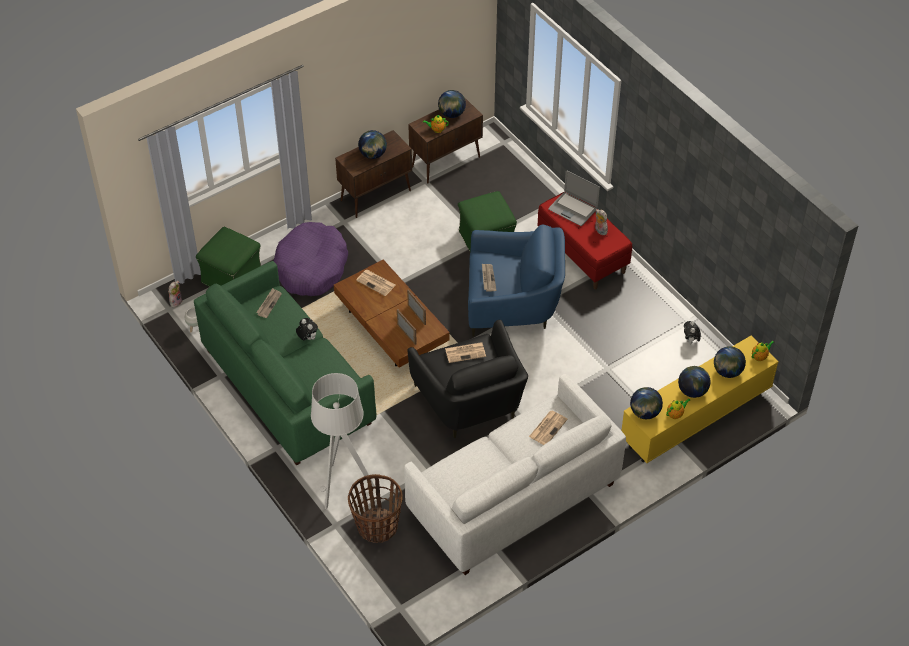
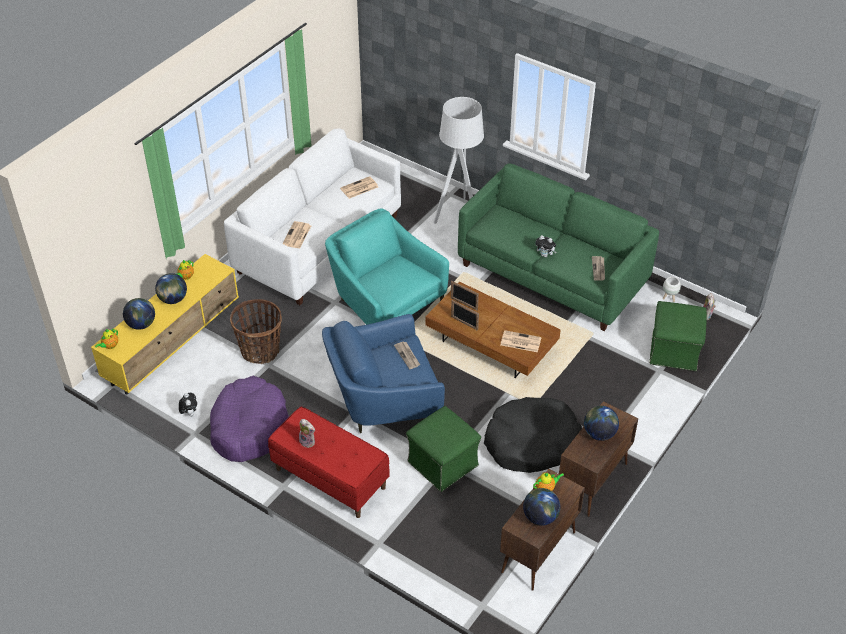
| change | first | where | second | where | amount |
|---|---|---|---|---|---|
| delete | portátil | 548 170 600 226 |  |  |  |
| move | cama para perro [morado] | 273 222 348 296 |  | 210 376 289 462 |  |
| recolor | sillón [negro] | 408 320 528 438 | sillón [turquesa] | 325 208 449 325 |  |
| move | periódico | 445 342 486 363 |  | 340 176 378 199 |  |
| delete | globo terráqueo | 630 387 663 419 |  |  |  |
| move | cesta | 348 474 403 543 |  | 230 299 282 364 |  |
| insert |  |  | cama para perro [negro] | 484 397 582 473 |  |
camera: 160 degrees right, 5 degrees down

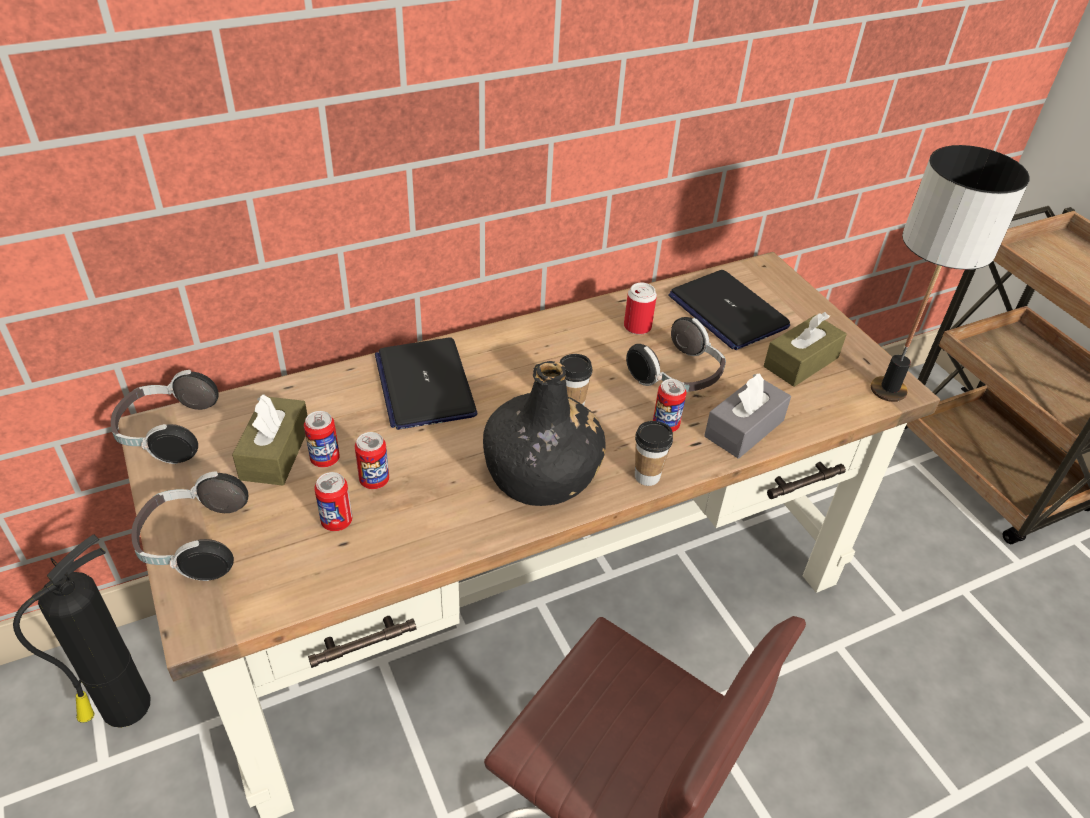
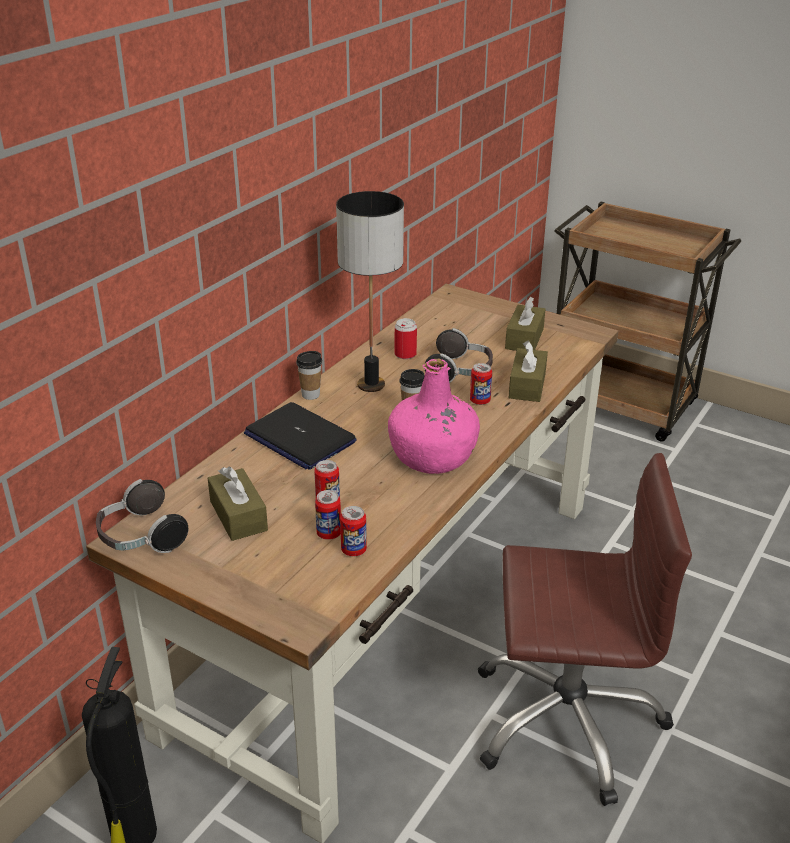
| change | first | where | second | where | amount |
|---|---|---|---|---|---|
| move | lámpara de mesa | 871 145 1030 402 |  | 336 191 404 392 |  |
| delete | portátil | 669 270 790 350 |  |  |  |
| recolor | botella [negro] | 483 361 606 506 | botella [rosa] | 388 359 480 474 |  |
| recolor | caja de pañuelos [gris] | 704 374 791 459 | caja de pañuelos [marrón] | 509 340 548 402 |  |
| move | lata | 304 411 340 468 |  | 340 506 367 556 |  |
| move | taza | 635 421 673 486 |  | 296 351 322 400 |  |
| delete | auriculares | 131 471 248 581 |  |  |  |
camera: 30 degrees left, 10 degrees down

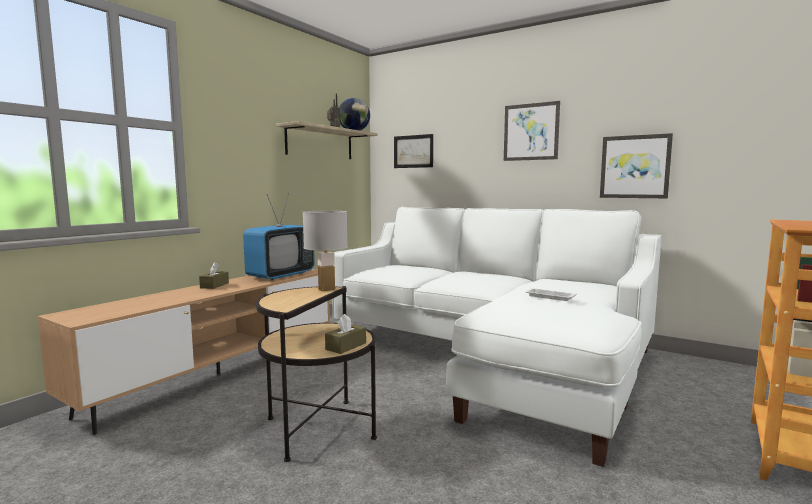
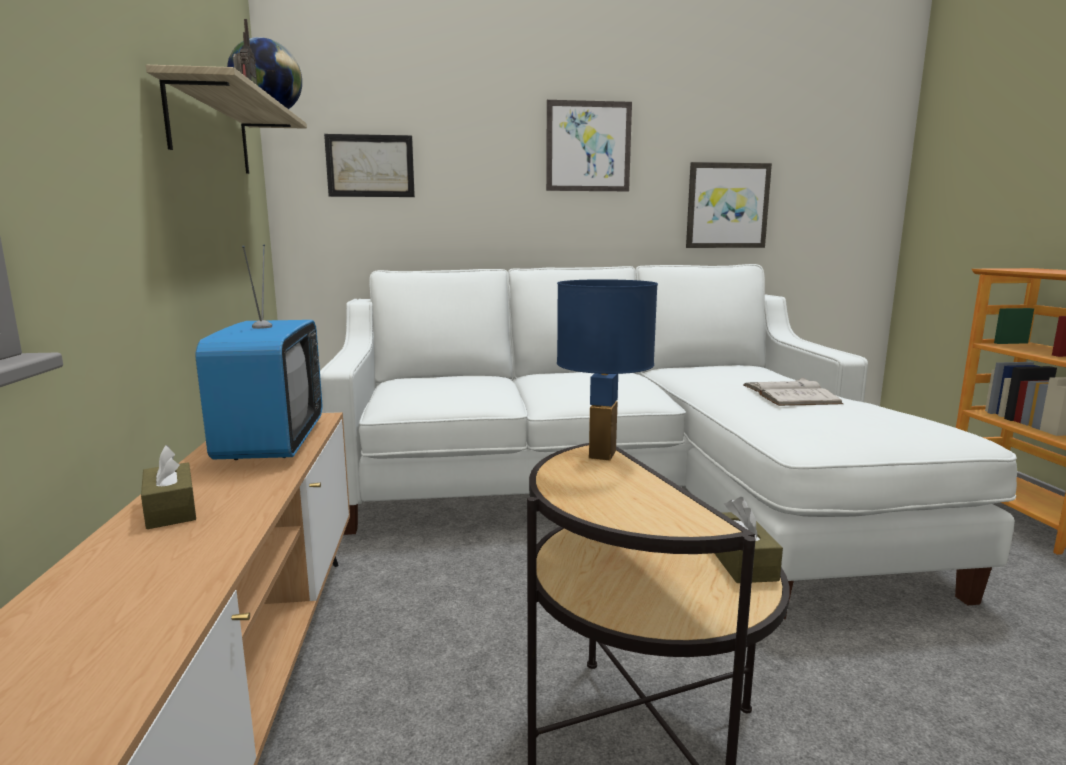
| change | first | where | second | where | amount |
|---|---|---|---|---|---|
| recolor | lámpara de mesa [blanco] | 303 210 348 292 | lámpara de mesa [azul] | 557 279 658 461 |  |
| replace | bandeja [blanco] | 525 288 577 301 | libro [blanco] | 743 377 844 406 |  |
camera: 40 degrees left, 5 degrees up

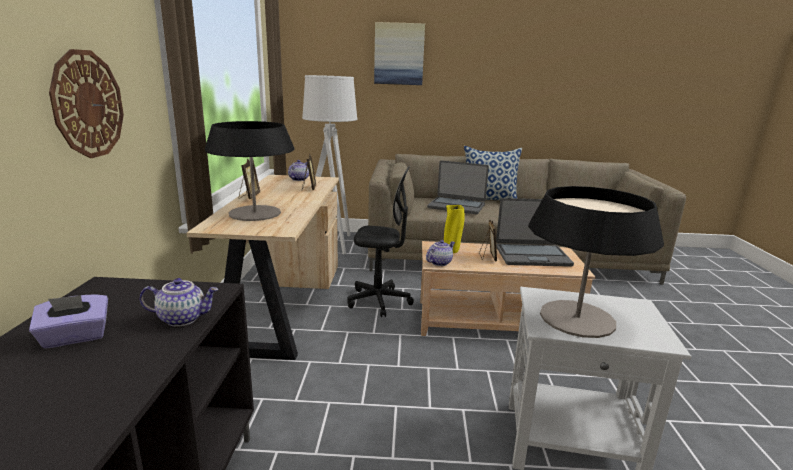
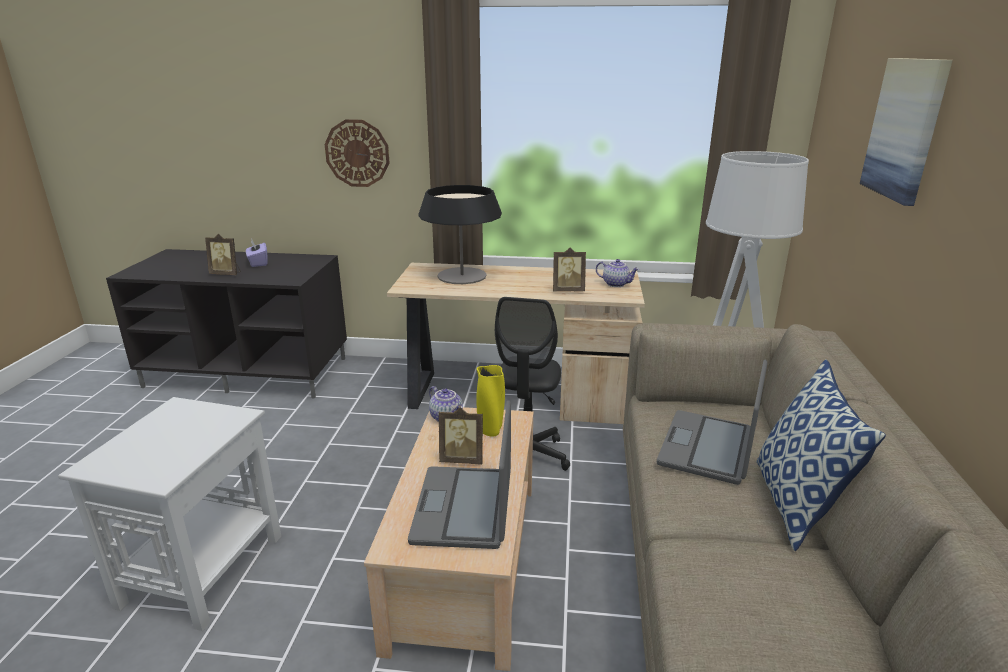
| change | first | where | second | where | amount |
|---|---|---|---|---|---|
| move | portarretratos | 239 159 260 199 |  | 205 234 241 275 |  |
| delete | lámpara de mesa | 528 186 664 338 |  |  |  |
| delete | tetera | 140 278 219 327 |  |  |  |
camera: 95 degrees right, 5 degrees up

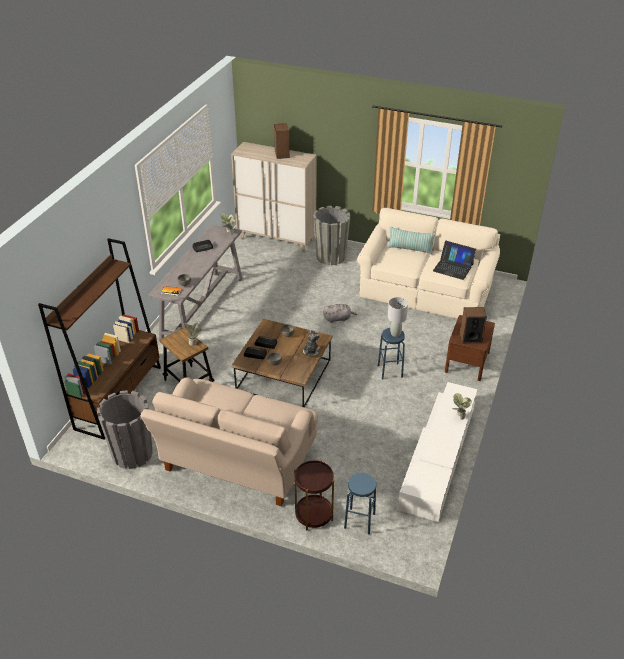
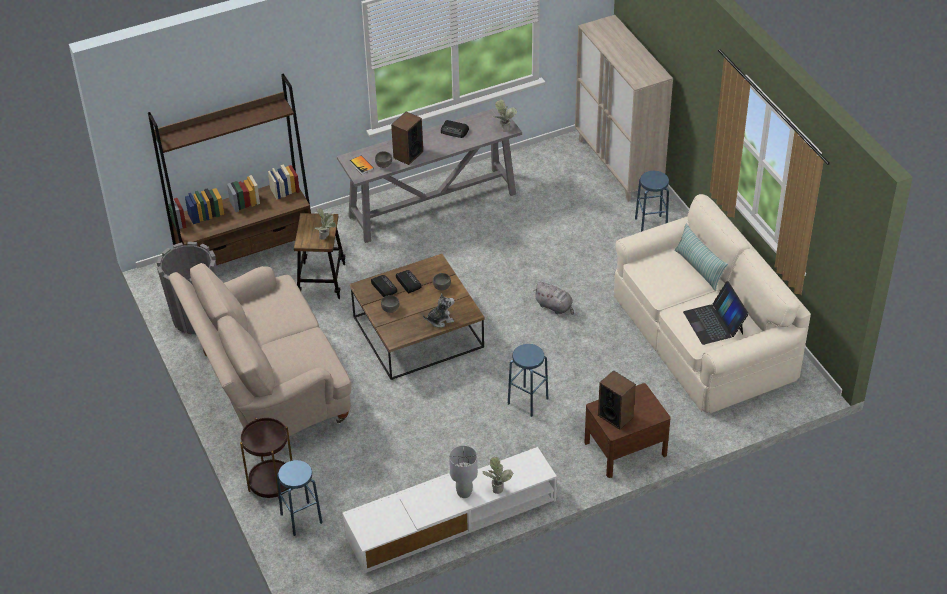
| change | first | where | second | where | amount |
|---|---|---|---|---|---|
| move | altavoz | 274 123 290 159 |  | 391 112 423 165 |  |
| replace | maceta [gris] | 313 206 351 265 | taburete [azul] | 635 171 669 232 |  |
| move | lámpara de mesa [gris] | 388 297 408 337 |  | 449 446 478 498 |  |
camera: 45 degrees right, 5 degrees up

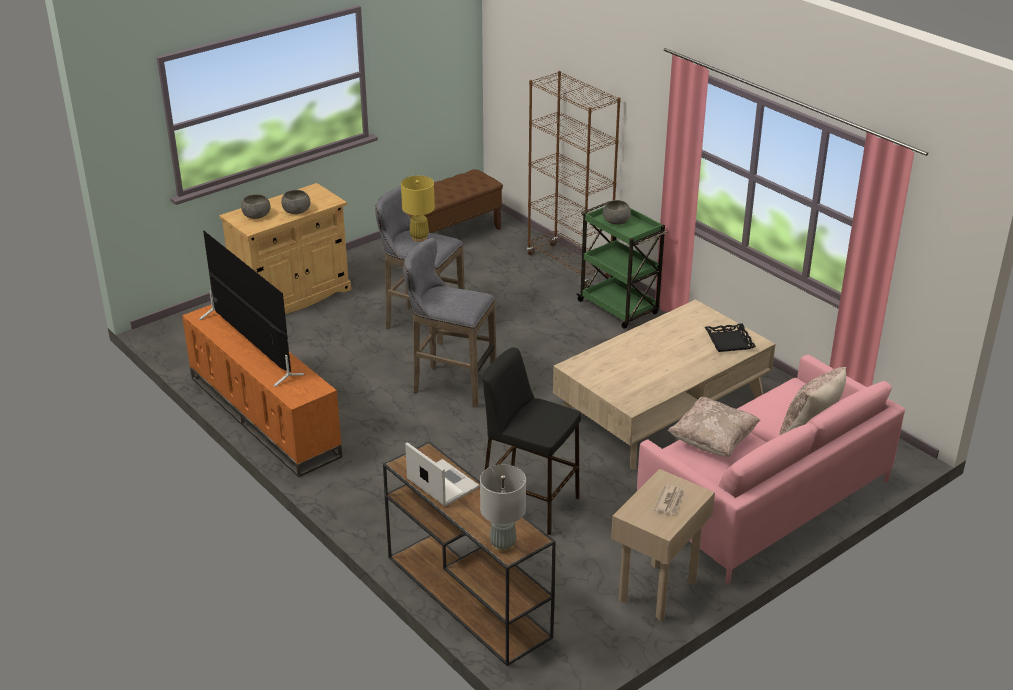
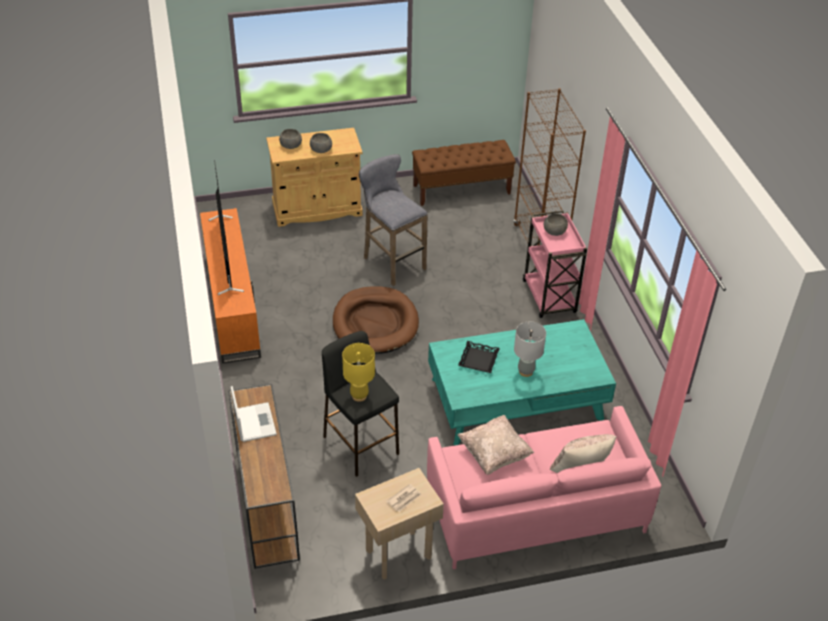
| change | first | where | second | where | amount |
|---|---|---|---|---|---|
| move | lámpara de mesa [amarillo] | 401 176 435 242 |  | 342 343 375 402 |  |
| recolor | carrito [verde] | 576 201 667 329 | carrito [rosa] | 523 210 587 318 |  |
| replace | taburete [gris] | 403 238 496 408 | cama para perro [marrón] | 333 286 419 354 |  |
| recolor | mesa de centro [beis] | 553 299 775 470 | mesa de centro [turquesa] | 428 319 616 445 |  |
| move | bandeja [negro] | 705 323 756 352 |  | 458 341 500 373 |  |
| move | lámpara de mesa [gris] | 480 465 526 553 |  | 514 322 546 377 |  |
camera: 25 degrees right, 10 degrees up

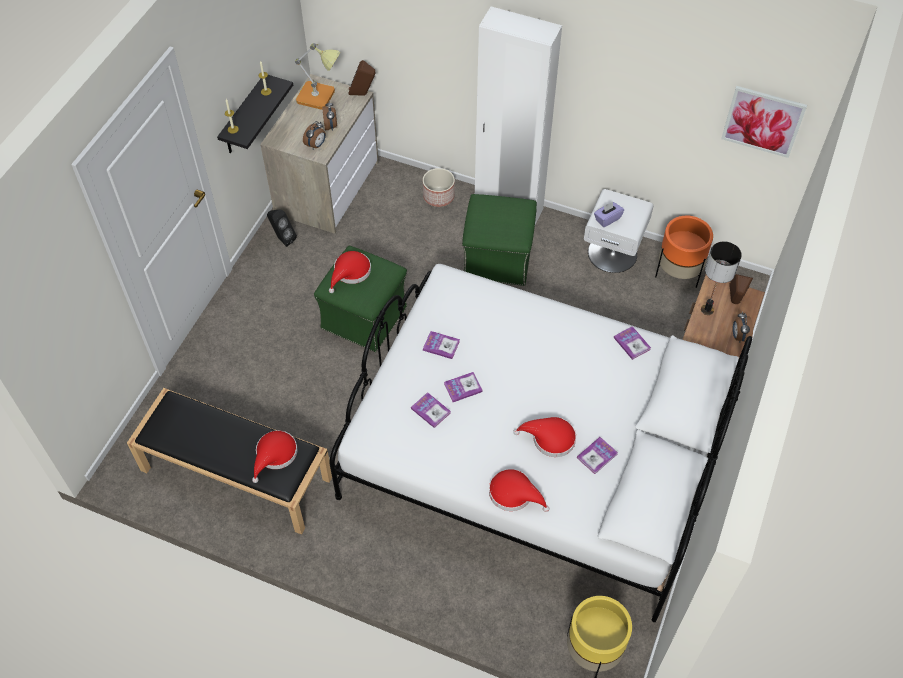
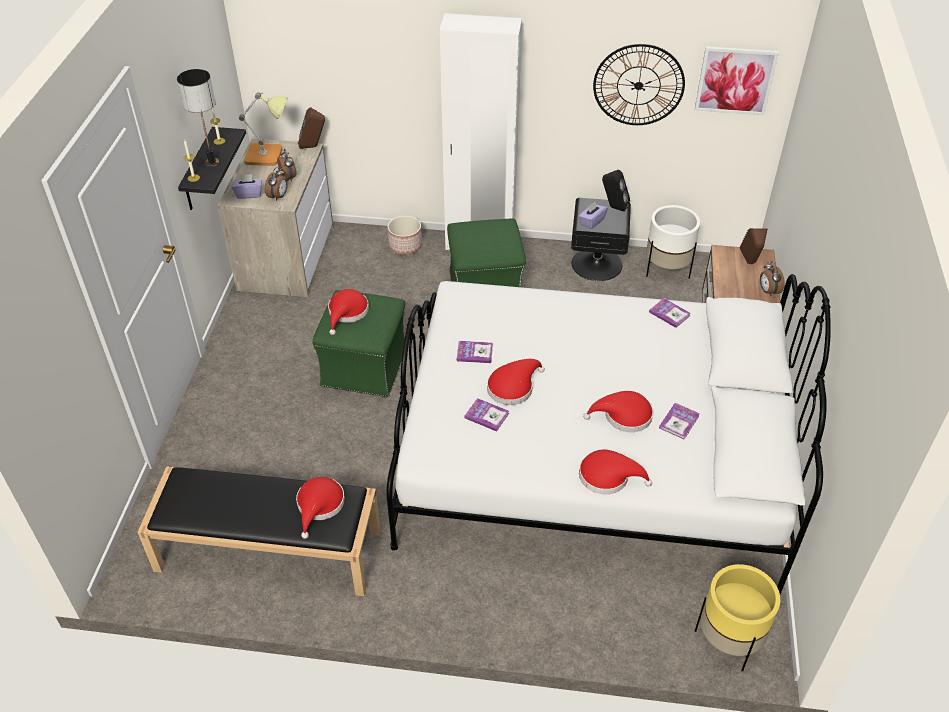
| change | first | where | second | where | amount |
|---|---|---|---|---|---|
| recolor | mesita de noche [blanco] | 584 189 654 273 | mesita de noche [negro] | 571 198 631 281 |  |
| move | altavoz [negro] | 267 209 297 247 |  | 602 170 630 212 |  |
| recolor | maceta [naranja] | 655 215 713 288 | maceta [blanco] | 646 205 700 279 |  |
| move | lámpara de mesa | 701 241 742 315 |  | 177 69 219 167 |  |
| replace | libro | 444 372 483 402 | sombrero [rojo] | 487 359 545 405 |  |
| insert |  |  | reloj de pared | 593 44 685 125 |  |
| insert |  |  | caja de pañuelos [morado] | 232 174 262 199 |  |
camera: 15 degrees left, 10 degrees down

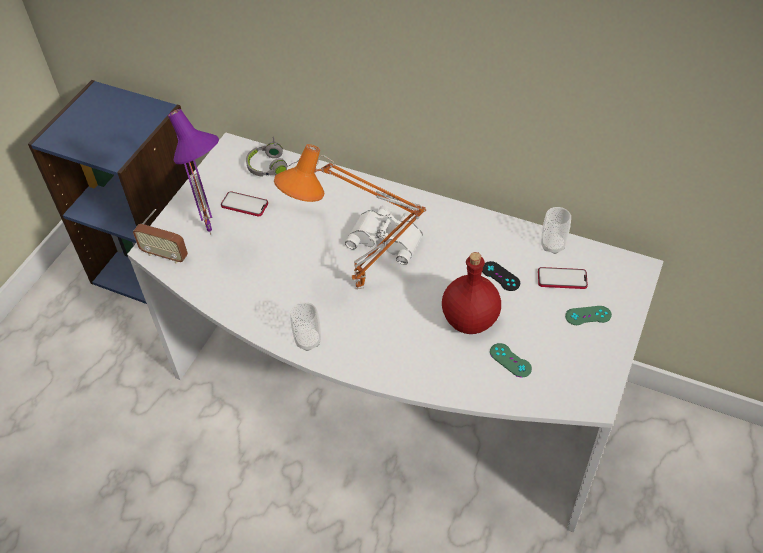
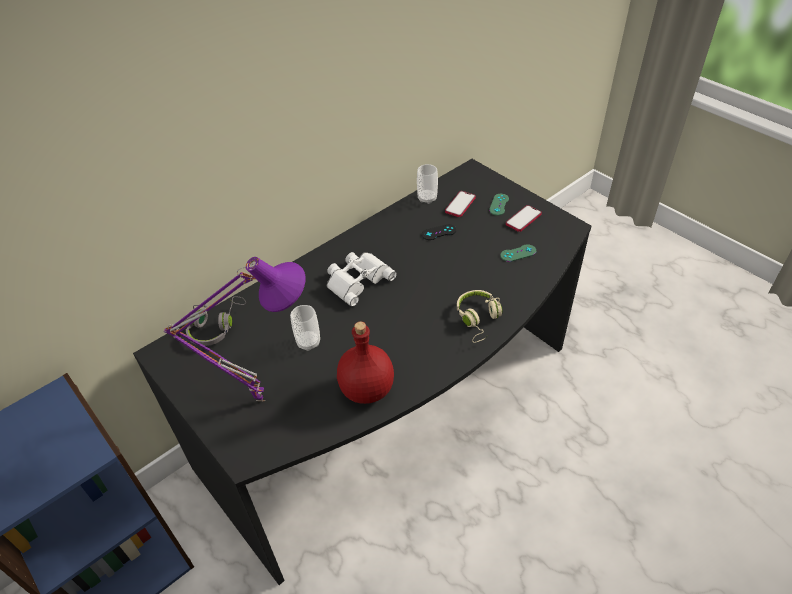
| change | first | where | second | where | amount |
|---|---|---|---|---|---|
| recolor | escritorio [blanco] | 127 132 664 533 | escritorio [negro] | 133 159 591 585 |  |
| delete | lámpara de mesa [naranja] | 274 144 426 290 |  |  |  |
| move | móvil | 221 191 268 216 |  | 506 205 542 232 |  |
| delete | radio | 133 209 188 264 |  |  |  |
| move | botella [rojo] | 442 252 501 334 |  | 337 321 394 404 |  |
| move | taza | 290 302 321 351 |  | 290 305 320 351 |  |
| insert |  |  | auriculares [beis] | 457 290 503 343 |  |
camera: 65 degrees left, 5 degrees down

